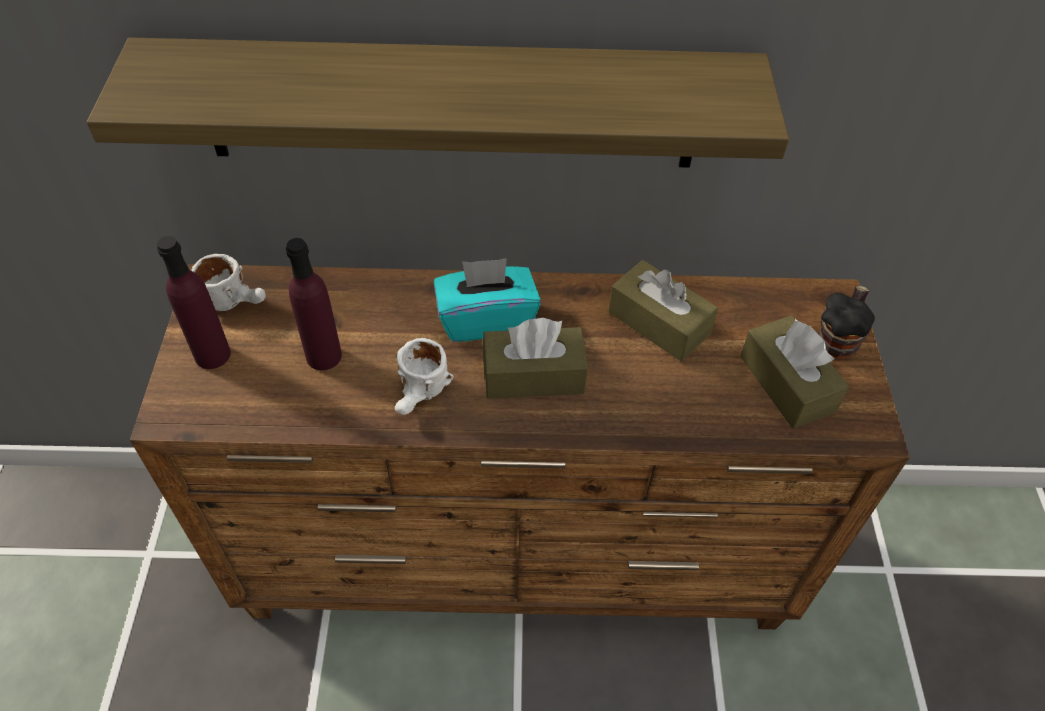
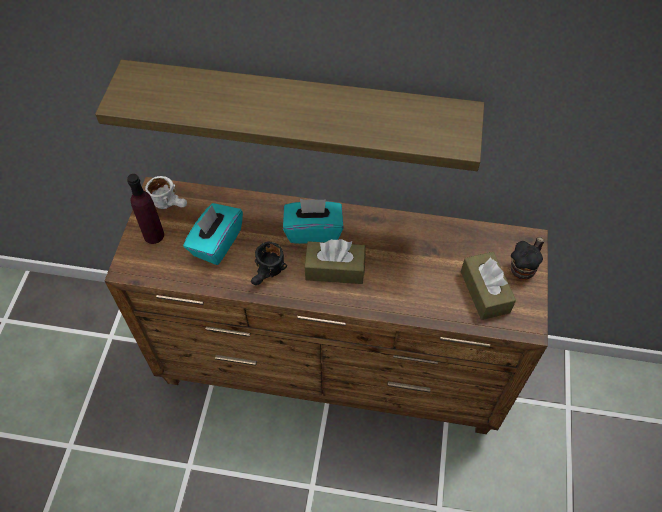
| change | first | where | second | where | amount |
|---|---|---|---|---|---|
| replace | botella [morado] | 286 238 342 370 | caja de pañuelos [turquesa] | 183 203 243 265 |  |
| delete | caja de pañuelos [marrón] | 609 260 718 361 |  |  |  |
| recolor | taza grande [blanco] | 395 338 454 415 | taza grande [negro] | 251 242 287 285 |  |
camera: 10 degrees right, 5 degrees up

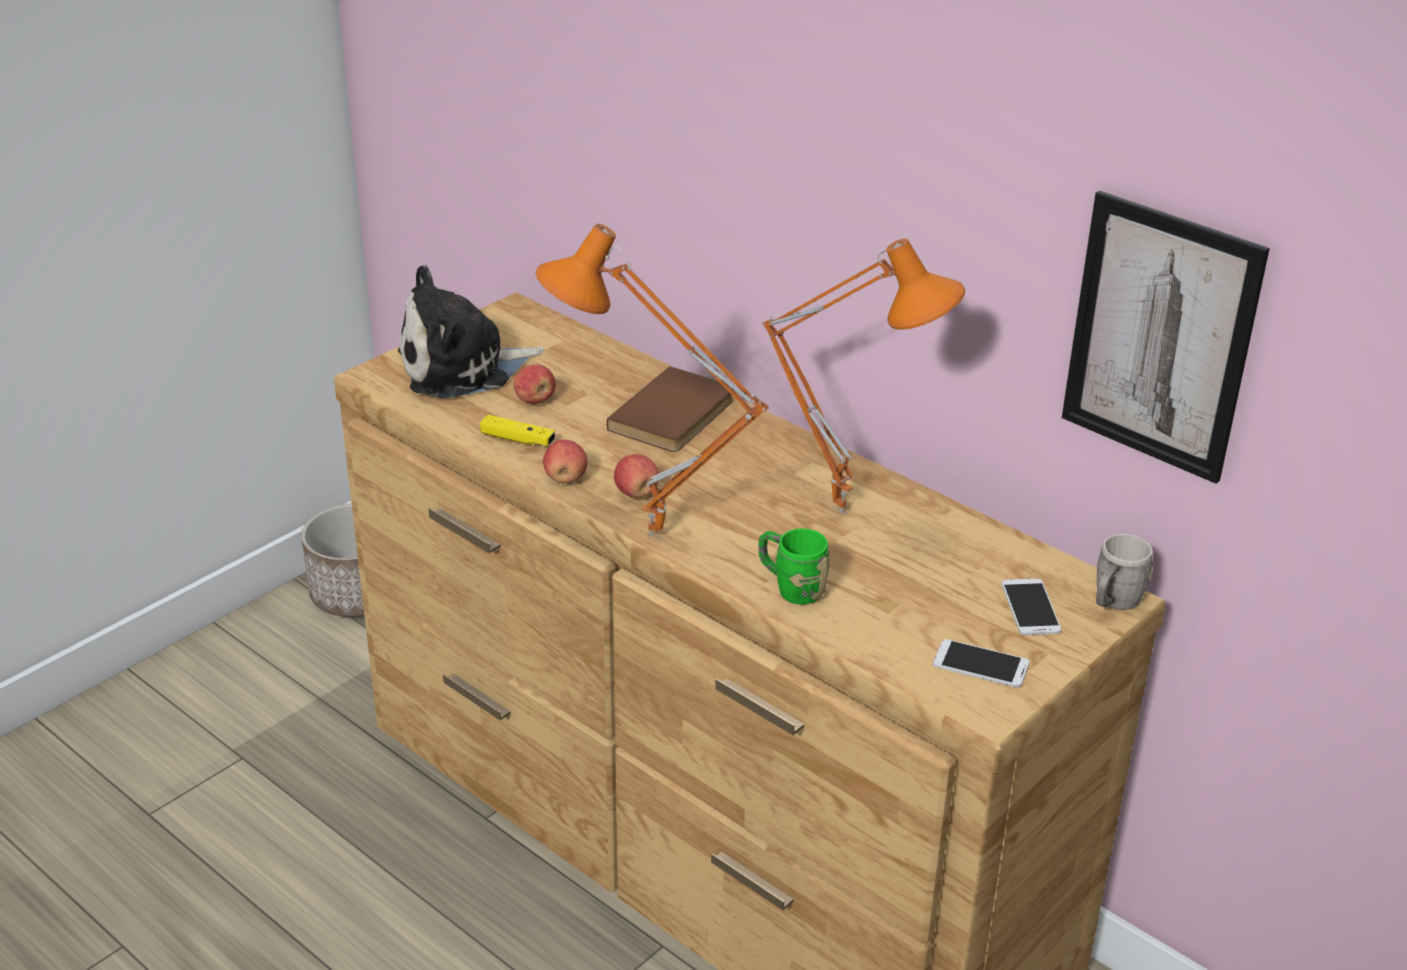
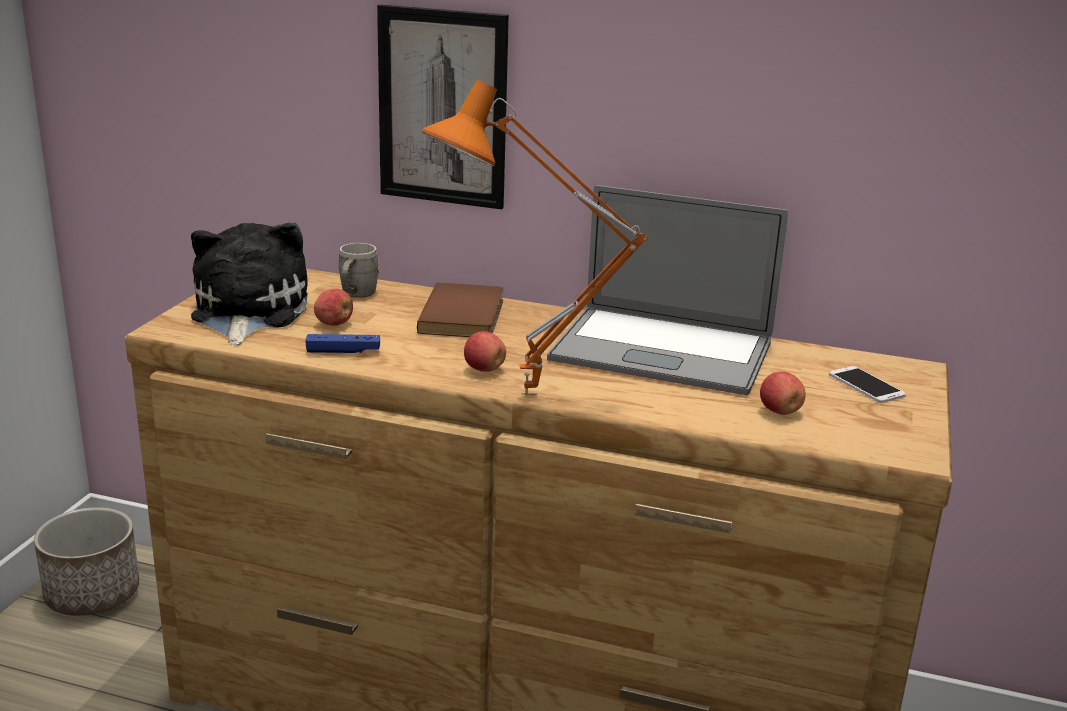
| change | first | where | second | where | amount |
|---|---|---|---|---|---|
| move | cuadro | 1062 191 1270 484 |  | 377 4 509 209 |  |
| replace | lámpara de mesa [naranja] | 762 238 965 514 | portátil | 547 185 788 395 |  |
| rotate | peluche | 398 265 544 398 |  | 191 222 308 345 | 135 degrees clockwise |
| recolor | mando de consola [amarillo] | 480 415 555 446 | mando de consola [azul] | 305 334 380 353 |  |
| move | manzana | 543 440 587 483 |  | 760 371 806 415 |  |
| delete | taza grande [verde] | 758 528 830 605 |  |  |  |
| move | taza grande [gris] | 1096 534 1153 610 |  | 339 243 380 298 |  |
| delete | móvil | 933 639 1030 688 |  |  |  |
camera: 25 degrees left, 10 degrees down

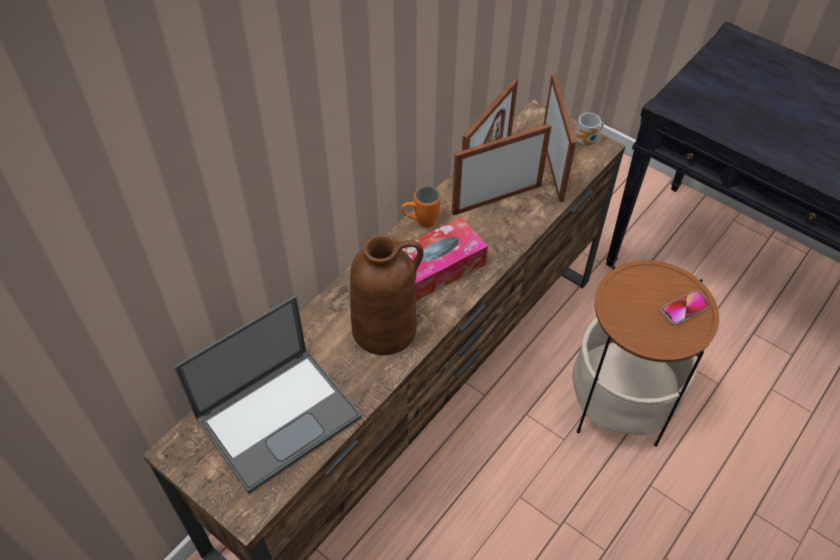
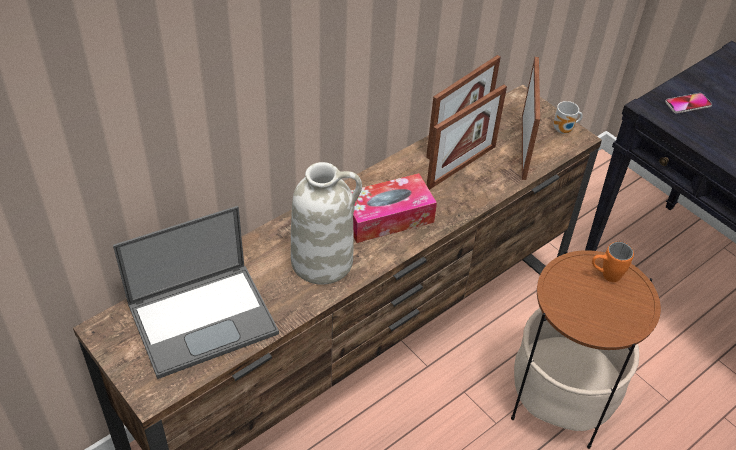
| change | first | where | second | where | amount |
|---|---|---|---|---|---|
| rotate | portarretratos | 452 124 551 216 |  | 427 84 507 190 | 150 degrees clockwise |
| move | taza grande [naranja] | 401 186 441 228 |  | 592 242 634 282 |  |
| recolor | florero [marrón] | 350 234 424 355 | florero [blanco] | 291 162 362 285 |  |
| move | móvil | 661 291 711 325 |  | 665 93 712 114 |  |
camera: 10 degrees right, 5 degrees down

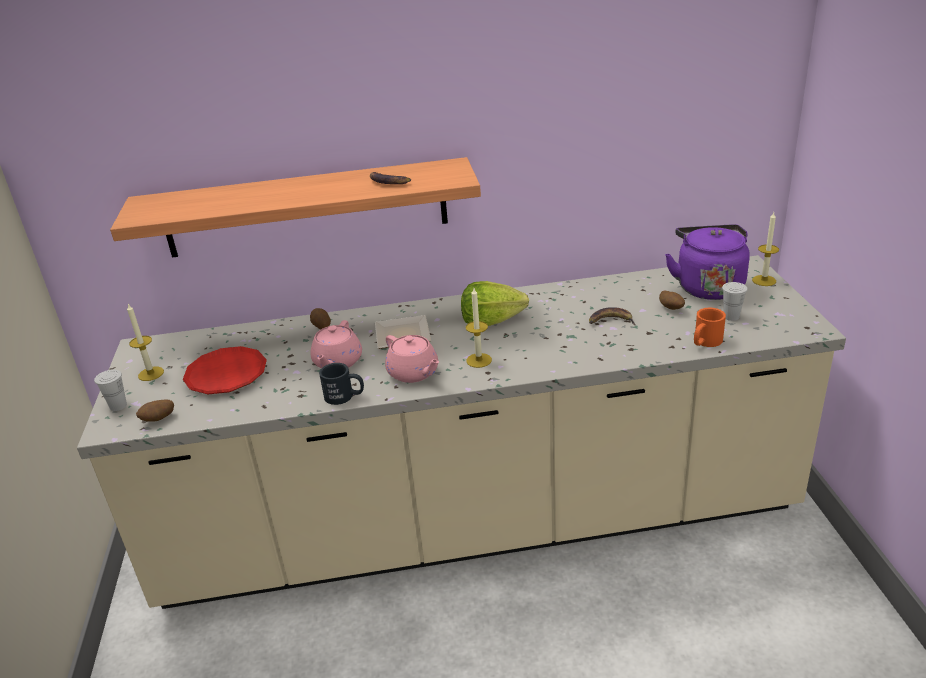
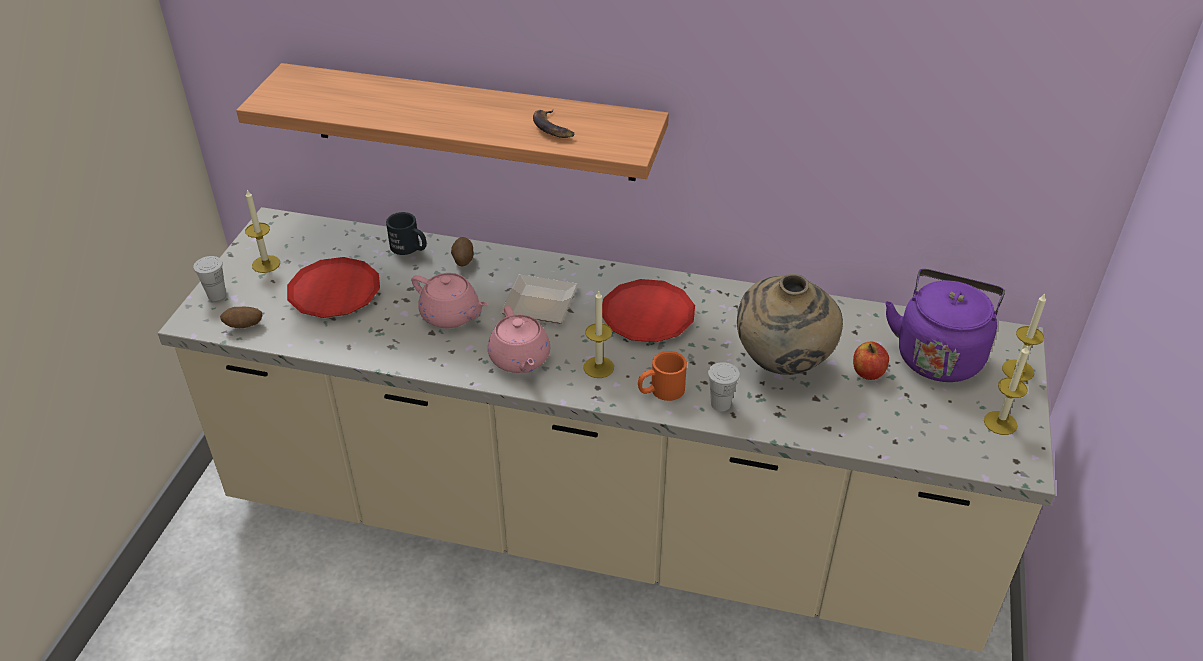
| change | first | where | second | where | amount |
|---|---|---|---|---|---|
| replace | lechuga | 461 281 529 326 | plato [rojo] | 602 279 695 342 |  |
| move | taza [blanco] | 722 282 748 321 |  | 708 362 740 411 |  |
| replace | patata | 659 291 685 310 | manzana | 853 342 889 380 |  |
| replace | plátano | 589 307 636 325 | florero [beis] | 737 274 843 375 |  |
| move | taza grande [naranja] | 694 308 726 347 |  | 638 351 687 401 |  |
| rotate | tetera [rosa] | 310 320 362 368 |  | 412 273 488 328 | 90 degrees counterclockwise |
| move | taza grande [negro] | 319 363 364 405 |  | 386 212 427 255 |  |
| insert |  |  | vela | 984 345 1029 435 |  |
camera: 20 degrees right, 10 degrees up

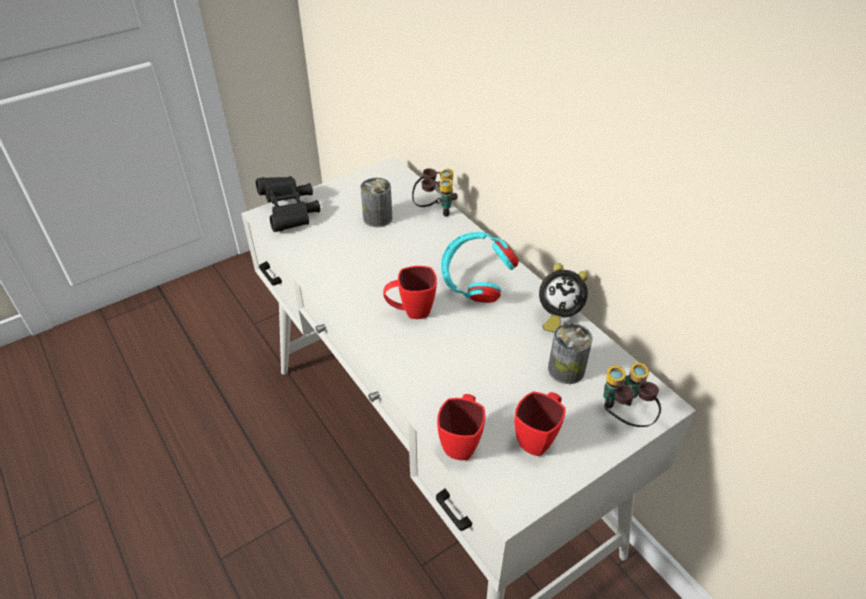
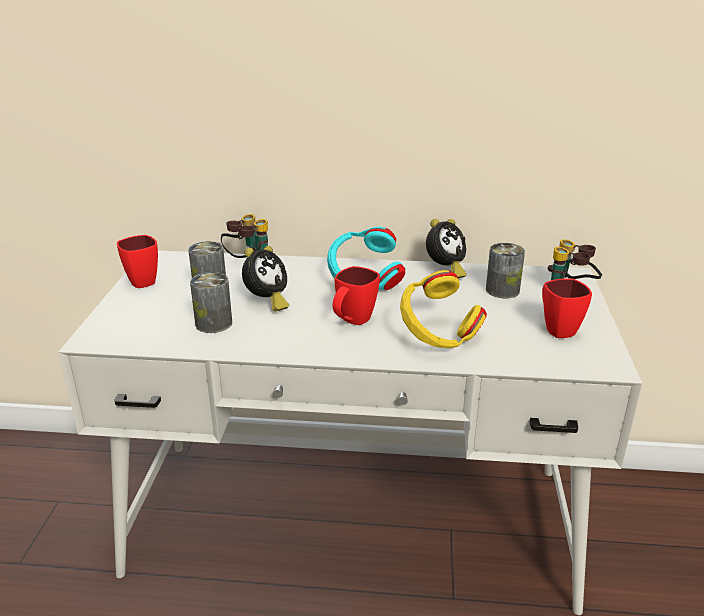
| change | first | where | second | where | amount |
|---|---|---|---|---|---|
| delete | prismáticos [negro] | 256 176 320 232 |  |  |  |
| move | taza grande [rojo] | 437 394 485 460 |  | 117 235 158 288 |  |
| insert |  |  | despertador | 242 246 289 311 |  |
| insert |  |  | auriculares [amarillo] | 400 270 487 348 |  |
| insert |  |  | lata | 190 272 232 333 |  |
camera: 50 degrees left, 15 degrees down

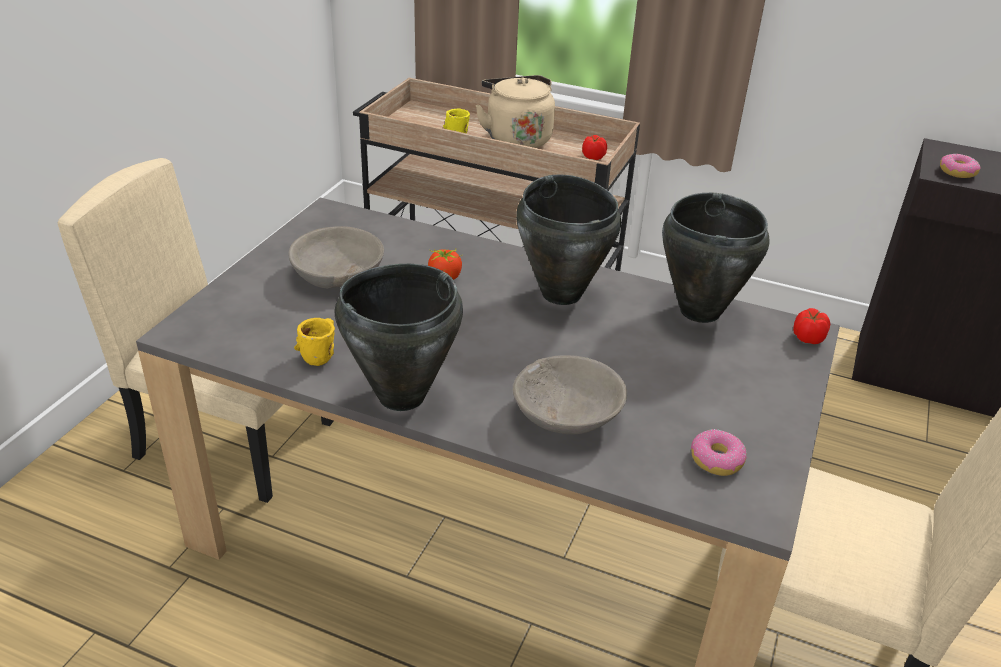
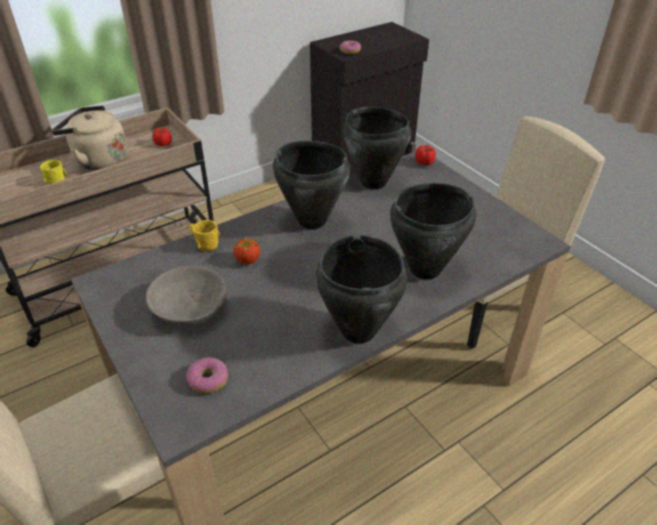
| change | first | where | second | where | amount |
|---|---|---|---|---|---|
| move | taza grande [amarillo] | 294 318 335 366 |  | 189 220 220 252 |  |
| replace | cuenco [gris] | 513 355 627 434 | olla [negro] | 390 183 476 280 |  |
| move | rosquilla | 691 429 747 476 |  | 186 357 228 394 |  |
camera: 55 degrees left, 5 degrees up

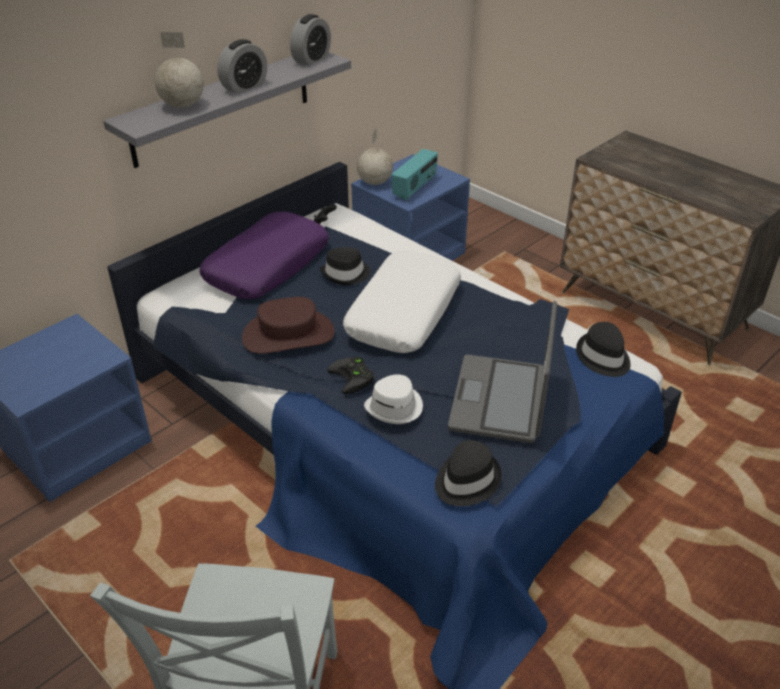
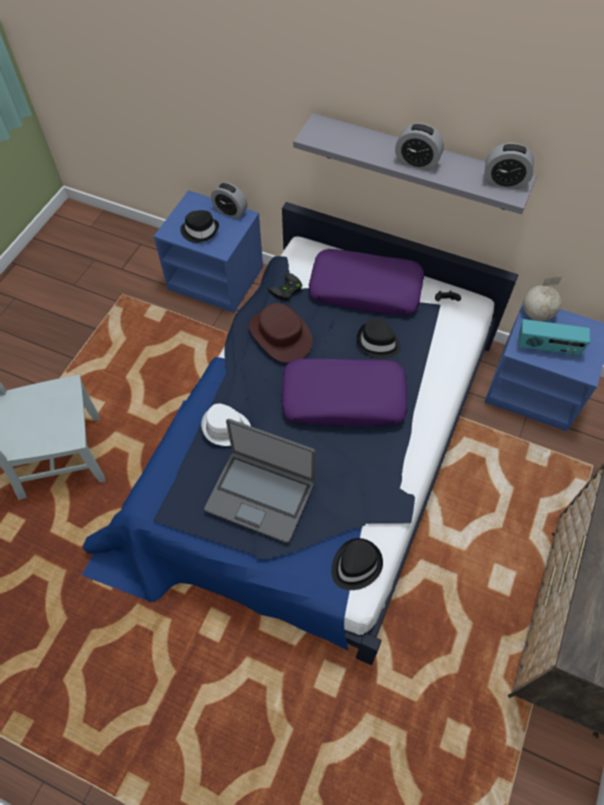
| change | first | where | second | where | amount |
|---|---|---|---|---|---|
| delete | globo terráqueo | 155 32 204 108 |  |  |  |
| recolor | cojín [blanco] | 343 251 461 353 | cojín [morado] | 282 358 408 426 |  |
| rotate | portátil | 448 301 557 443 |  | 204 419 316 543 | 150 degrees counterclockwise |
| move | mando de consola [negro] | 327 357 374 394 |  | 268 273 302 301 |  |
| move | sombrero [negro] | 435 440 502 506 |  | 180 210 219 243 |  |
| insert |  |  | despertador | 211 182 248 219 |  |
camera: 70 degrees right, 20 degrees up

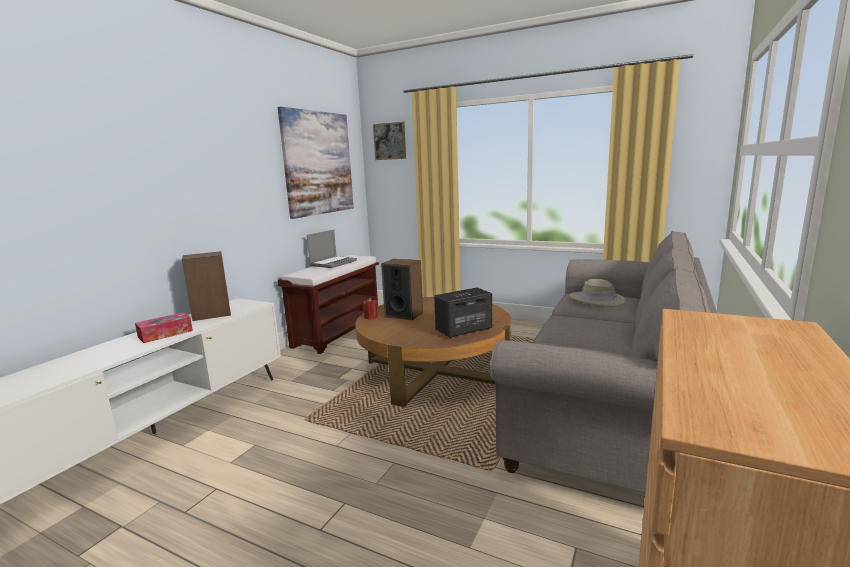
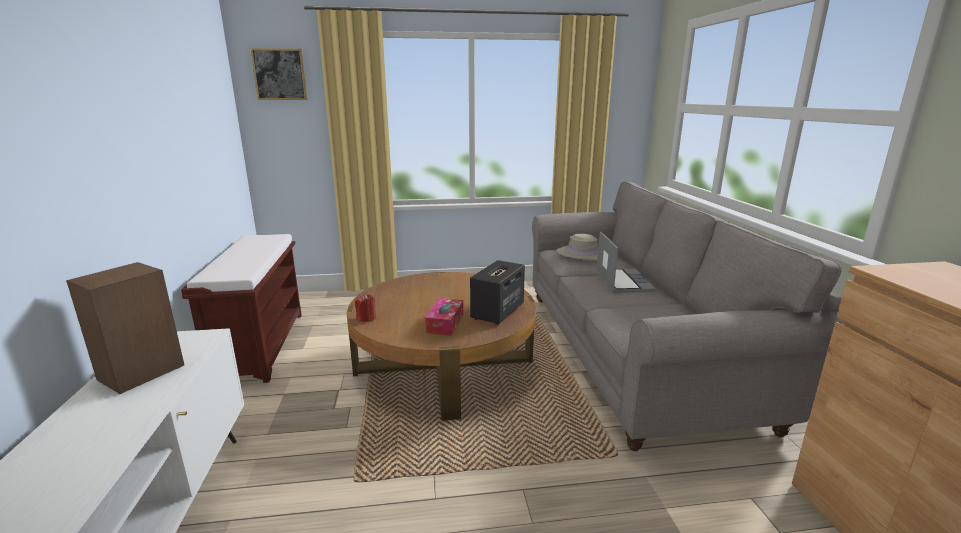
| change | first | where | second | where | amount |
|---|---|---|---|---|---|
| delete | cuadro | 278 106 354 219 |  |  |  |
| move | portátil | 307 230 357 268 |  | 596 232 656 293 |  |
| delete | altavoz | 381 259 423 320 |  |  |  |
| move | caja de pañuelos | 135 312 193 343 |  | 425 298 464 336 |  |
camera: 35 degrees left, 5 degrees up

